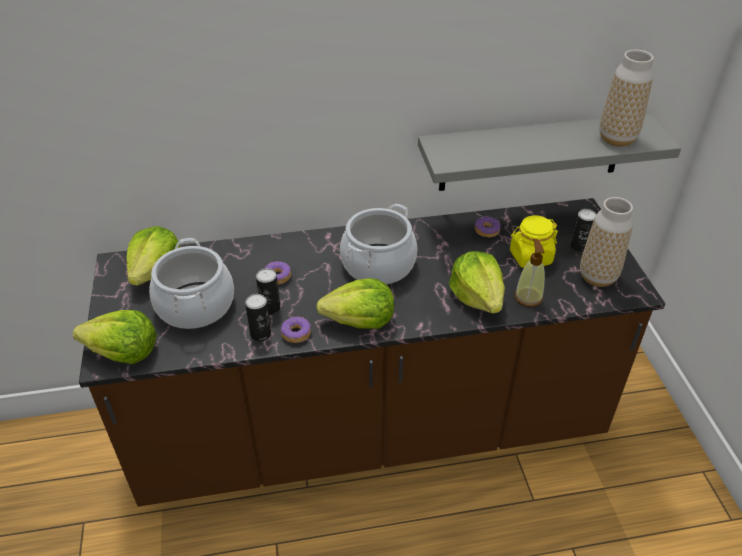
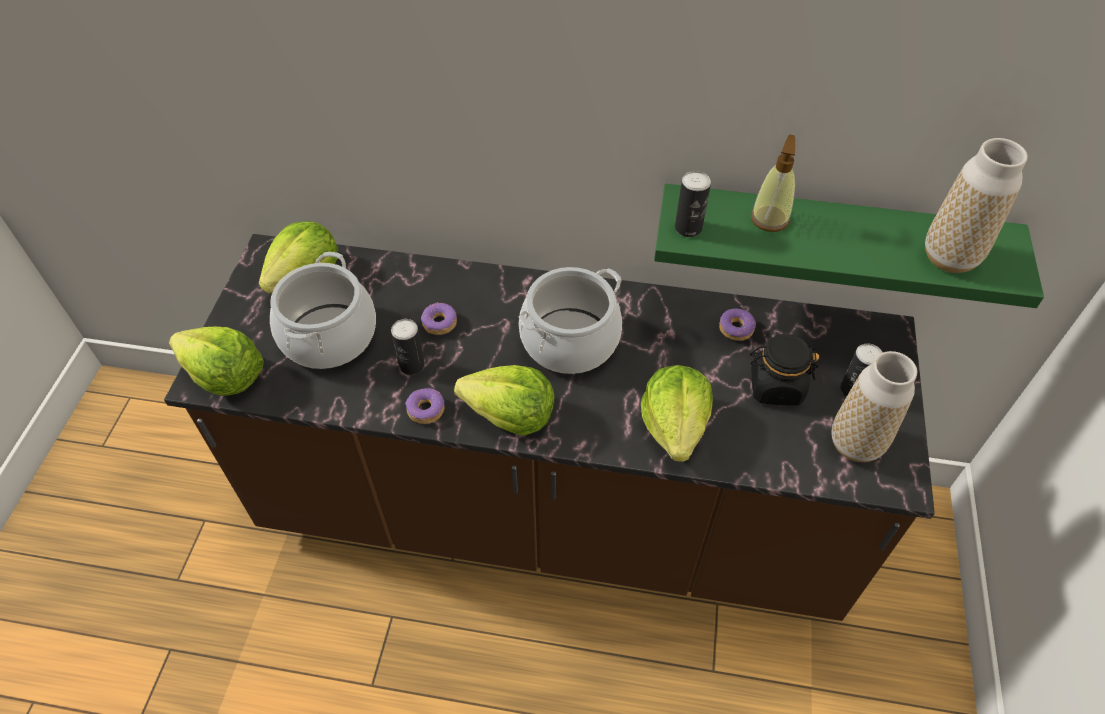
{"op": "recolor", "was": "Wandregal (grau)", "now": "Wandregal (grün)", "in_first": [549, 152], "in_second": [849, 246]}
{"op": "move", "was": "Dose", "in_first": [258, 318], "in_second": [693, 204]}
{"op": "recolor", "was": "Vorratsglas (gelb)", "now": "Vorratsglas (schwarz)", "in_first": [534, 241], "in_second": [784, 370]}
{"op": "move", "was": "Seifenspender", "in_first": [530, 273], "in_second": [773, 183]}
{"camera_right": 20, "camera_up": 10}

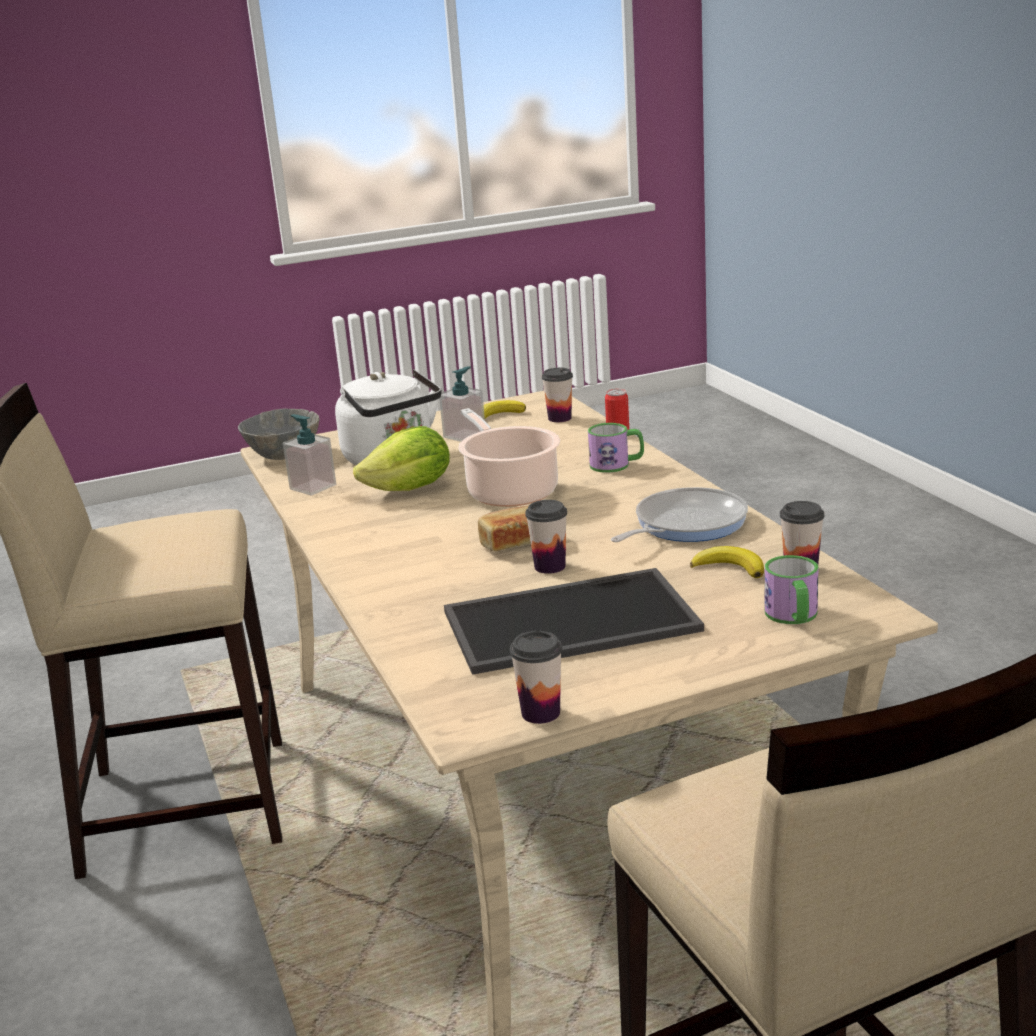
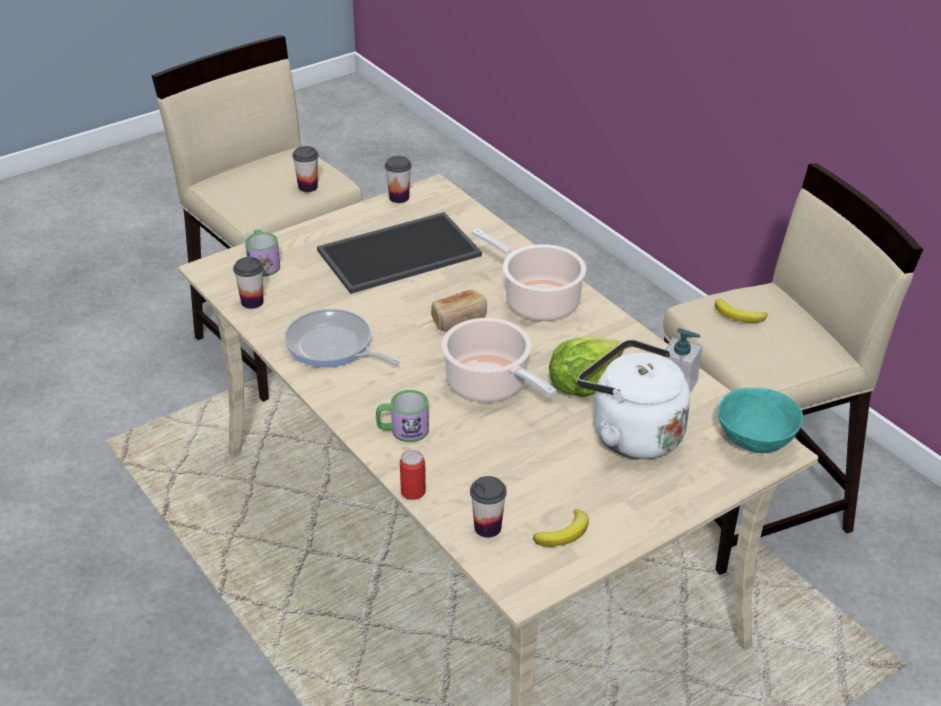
{"op": "rotate", "was": "Pfanne", "in_first": [679, 514], "in_second": [342, 338], "clockwise": 90}
{"op": "move", "was": "Tasse", "in_first": [546, 537], "in_second": [305, 169]}
{"op": "insert", "now": "Kochtopf", "in_second": [529, 274]}
{"op": "move", "was": "Banane", "in_first": [727, 562], "in_second": [741, 311]}
{"op": "recolor", "was": "Schüssel (grau)", "now": "Schüssel (türkis)", "in_first": [279, 434], "in_second": [760, 420]}
{"op": "delete", "was": "Seifenspender", "in_first": [462, 404]}
{"camera_right": 165, "camera_up": 15}

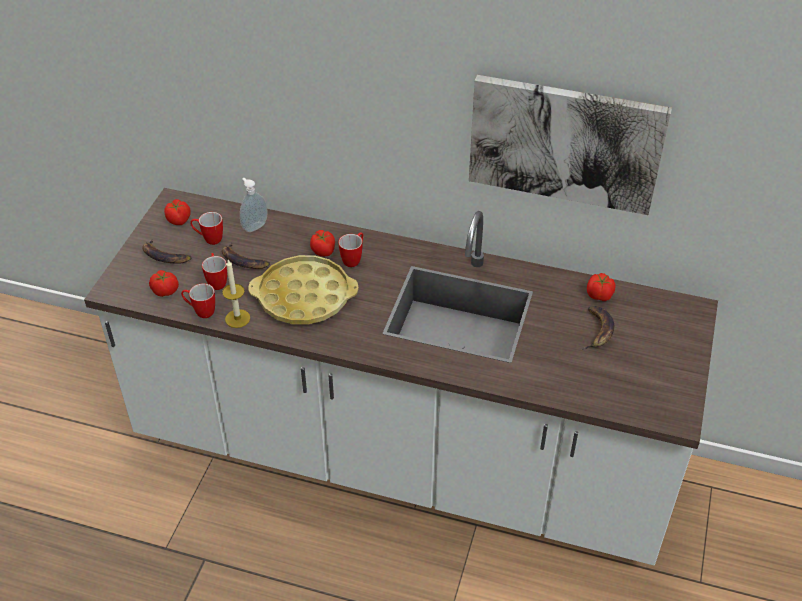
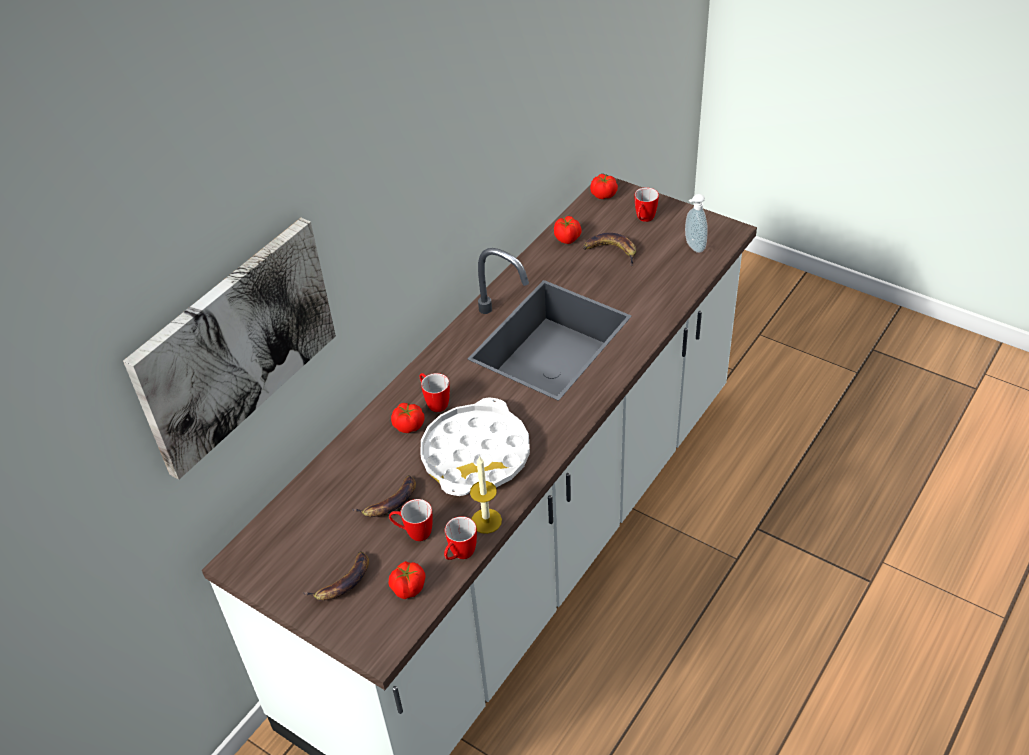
{"op": "move", "was": "Bild", "in_first": [570, 145], "in_second": [229, 349]}
{"op": "recolor", "was": "Tablett (gelb)", "now": "Tablett (weiß)", "in_first": [303, 290], "in_second": [475, 446]}
{"op": "move", "was": "Tomate", "in_first": [177, 212], "in_second": [604, 186]}
{"op": "move", "was": "Henkelbecher", "in_first": [206, 228], "in_second": [647, 204]}
{"op": "move", "was": "Seifenspender", "in_first": [254, 205], "in_second": [696, 223]}
{"camera_right": -70, "camera_up": 0}

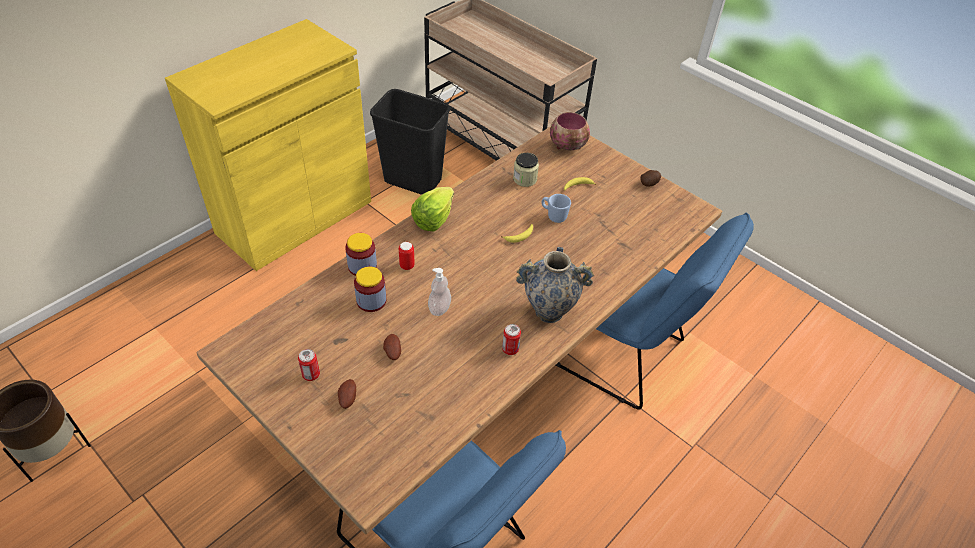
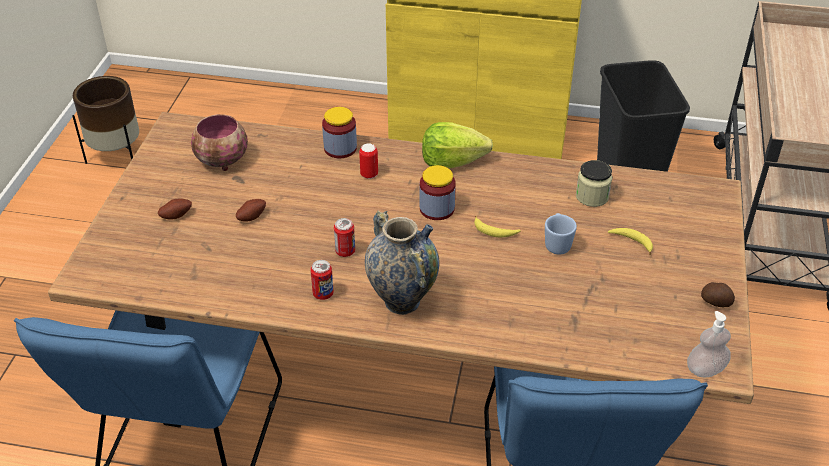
{"op": "move", "was": "Schüssel", "in_first": [570, 131], "in_second": [219, 142]}
{"op": "move", "was": "Dose", "in_first": [309, 365], "in_second": [344, 237]}
{"op": "move", "was": "Vorratsglas", "in_first": [370, 289], "in_second": [438, 192]}
{"op": "move", "was": "Seifenspender", "in_first": [439, 292], "in_second": [709, 344]}
{"camera_right": 60, "camera_up": -5}

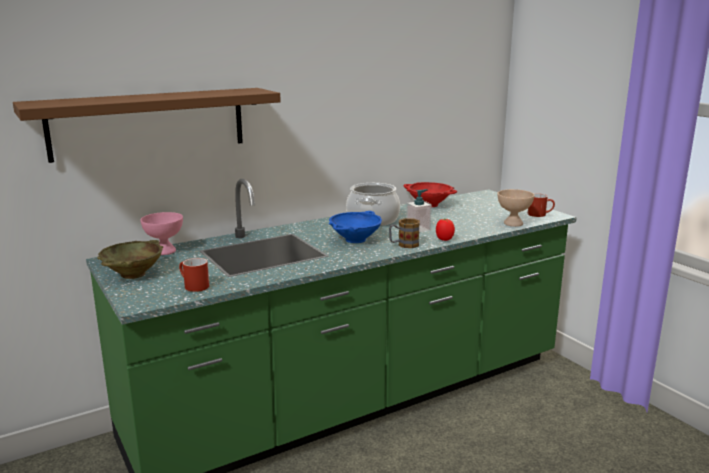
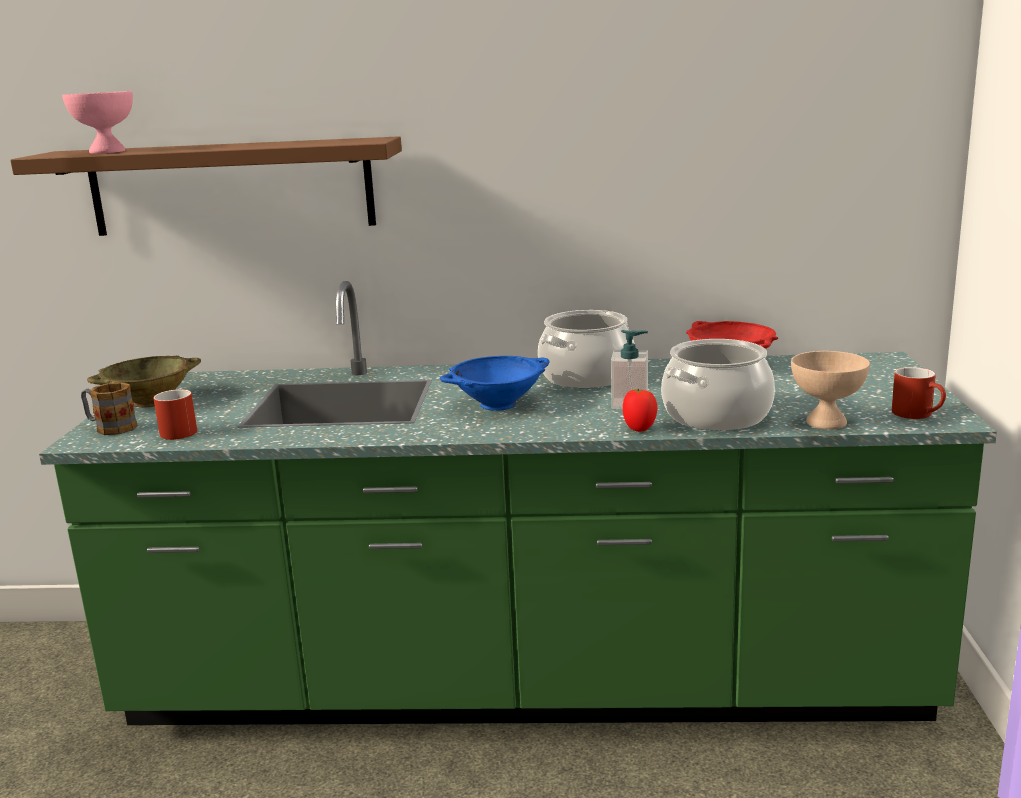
{"op": "move", "was": "Schüssel (rosa)", "in_first": [161, 233], "in_second": [97, 122]}
{"op": "move", "was": "Henkelbecher", "in_first": [404, 233], "in_second": [109, 408]}
{"op": "insert", "now": "Kochtopf", "in_second": [718, 385]}
{"camera_right": 35, "camera_up": 0}

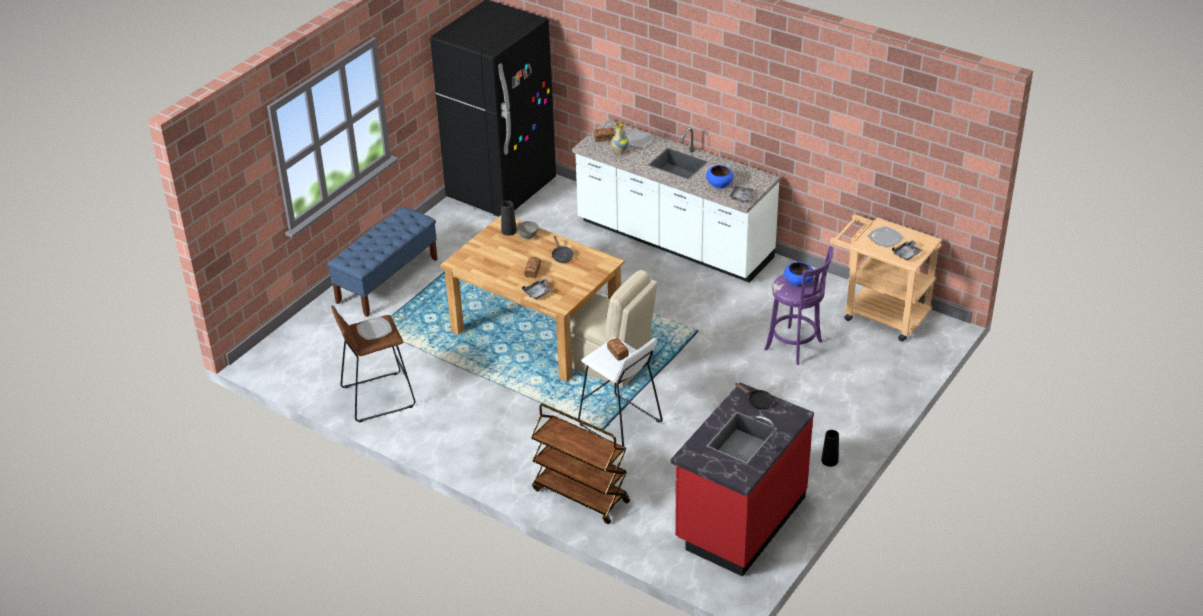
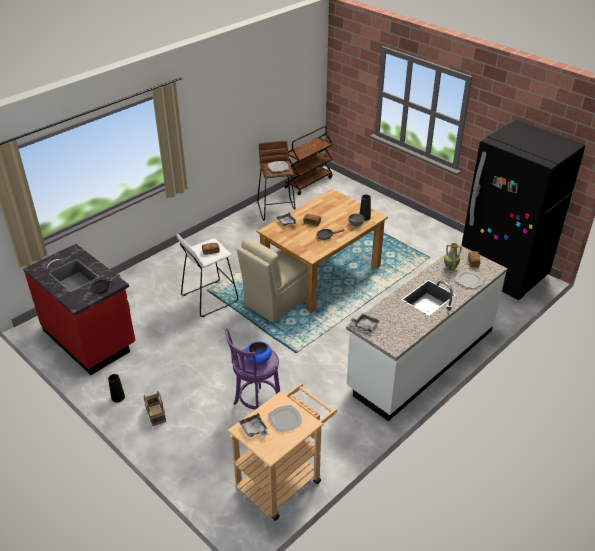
{"op": "insert", "now": "Korb", "in_second": [155, 408]}
{"op": "move", "was": "Rollwagen (braun)", "in_first": [580, 464], "in_second": [308, 160]}
{"op": "delete", "was": "Bank (blau)", "in_first": [382, 262]}
{"op": "delete", "was": "Schüssel (blau)", "in_first": [720, 177]}
{"camera_right": 100, "camera_up": 0}

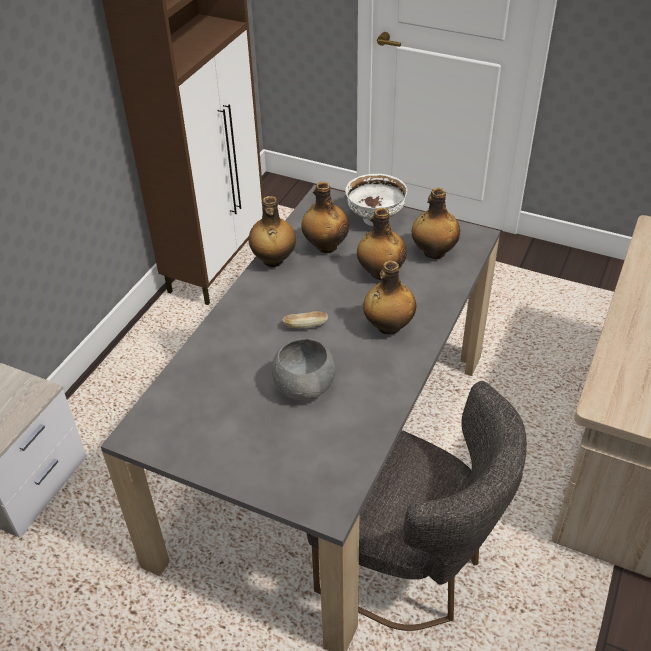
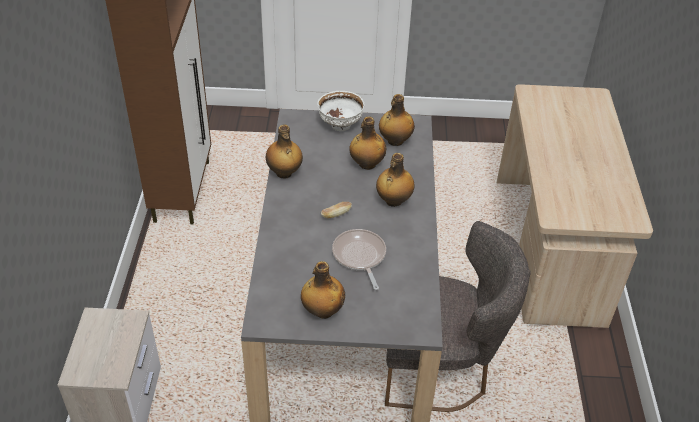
{"op": "move", "was": "Flasche", "in_first": [325, 217], "in_second": [323, 290]}
{"op": "replace", "was": "Schüssel (grau)", "now": "Pfanne", "in_first": [303, 369], "in_second": [359, 259]}
{"camera_right": -25, "camera_up": 0}

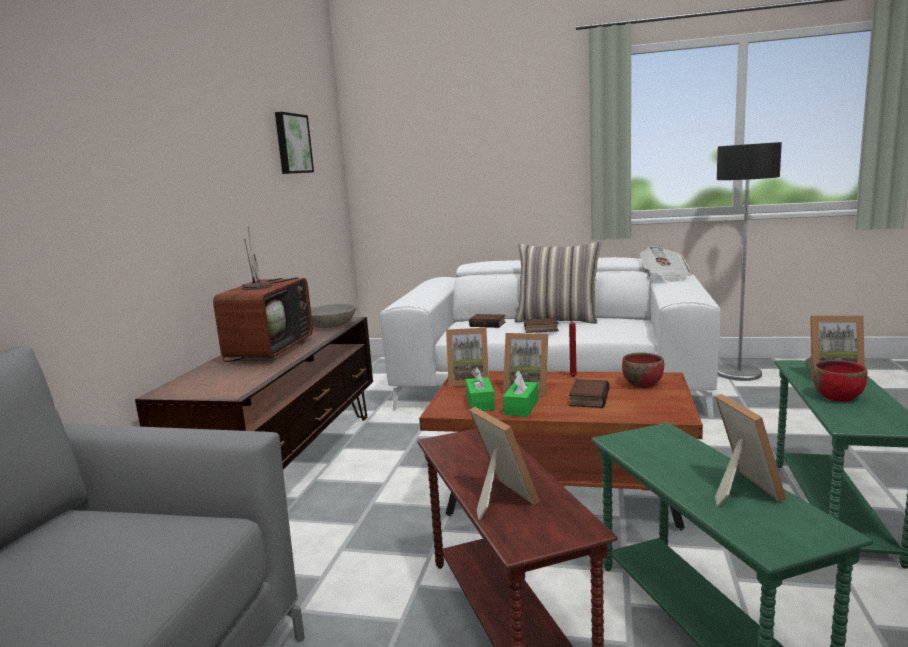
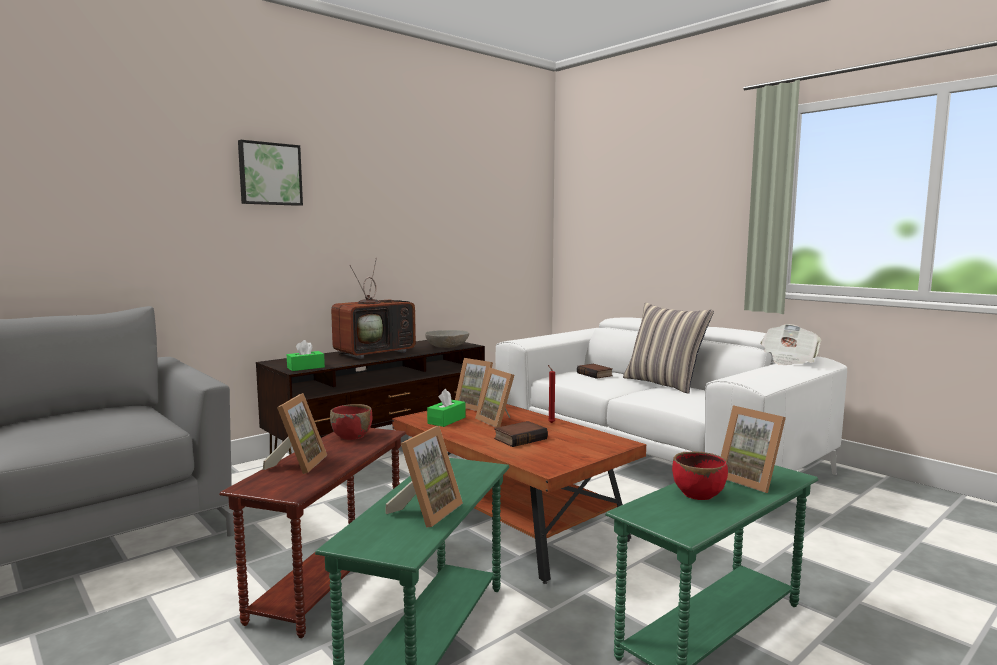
{"op": "move", "was": "Bild", "in_first": [294, 143], "in_second": [270, 173]}
{"op": "move", "was": "Taschentuchbox (grün)", "in_first": [520, 394], "in_second": [306, 355]}
{"op": "move", "was": "Schüssel (rot)", "in_first": [643, 370], "in_second": [351, 422]}
{"op": "delete", "was": "Buch", "in_first": [541, 325]}
{"op": "delete", "was": "Stehlampe", "in_first": [749, 261]}
{"camera_right": 35, "camera_up": -5}

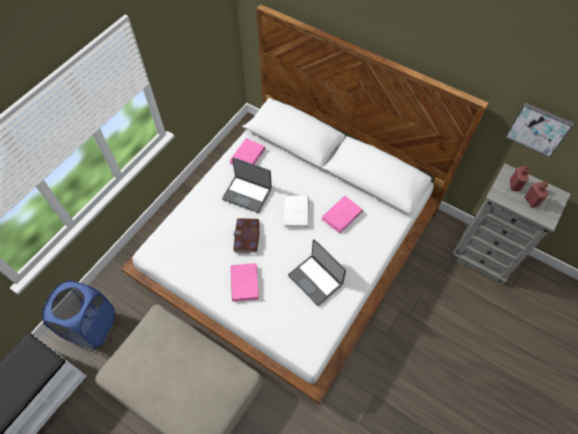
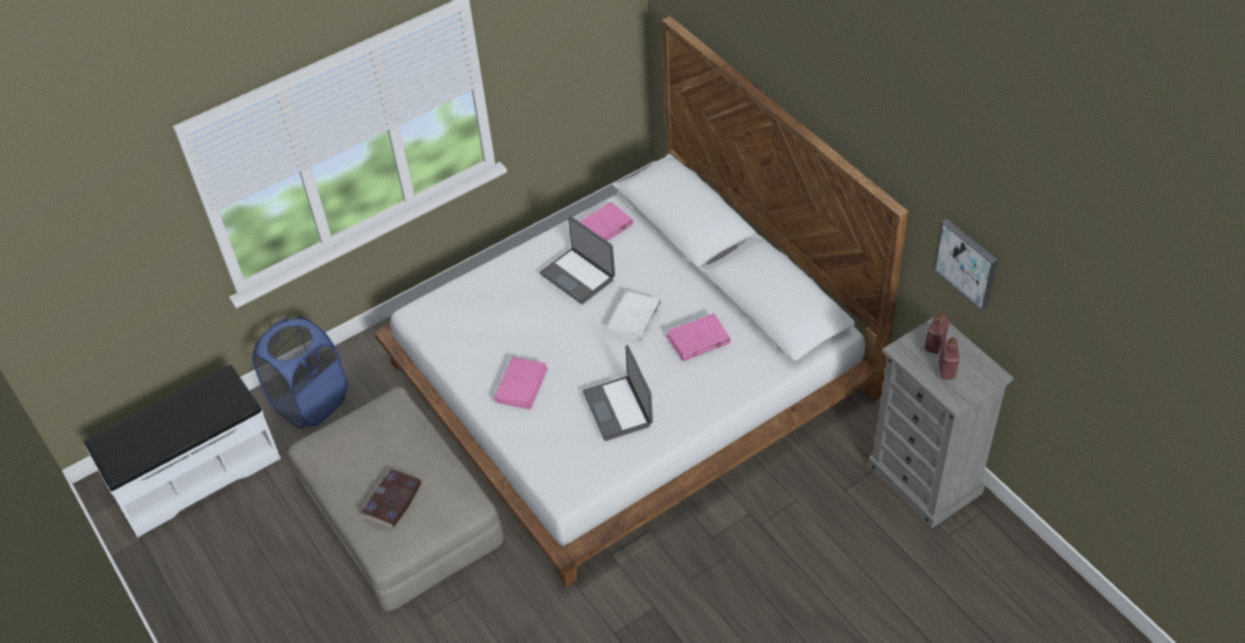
{"op": "move", "was": "Buch", "in_first": [246, 235], "in_second": [391, 498]}
{"camera_right": 25, "camera_up": -10}

